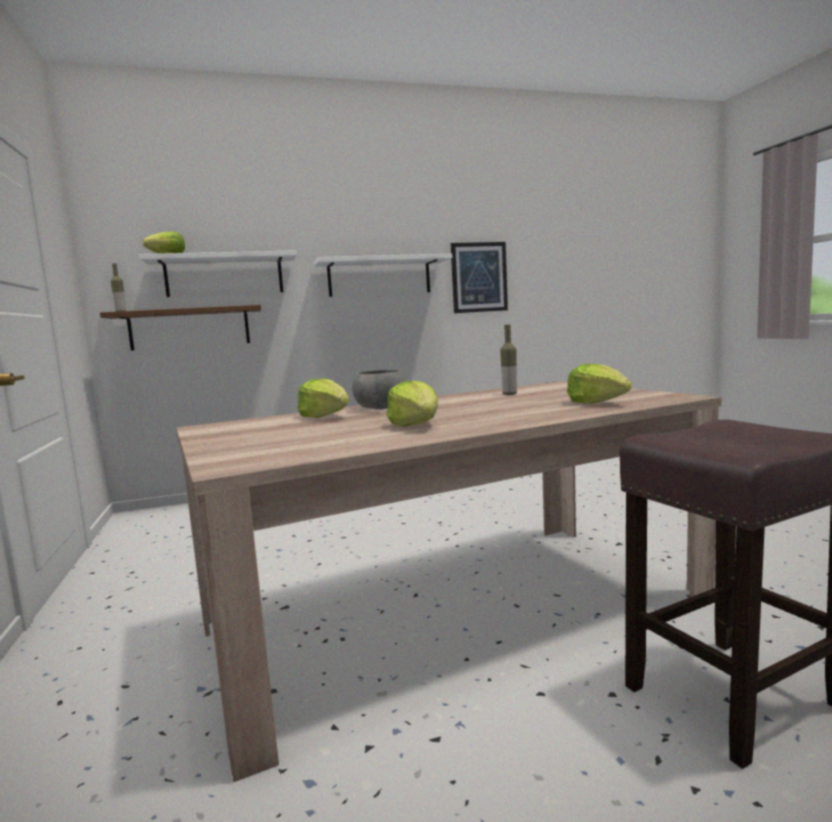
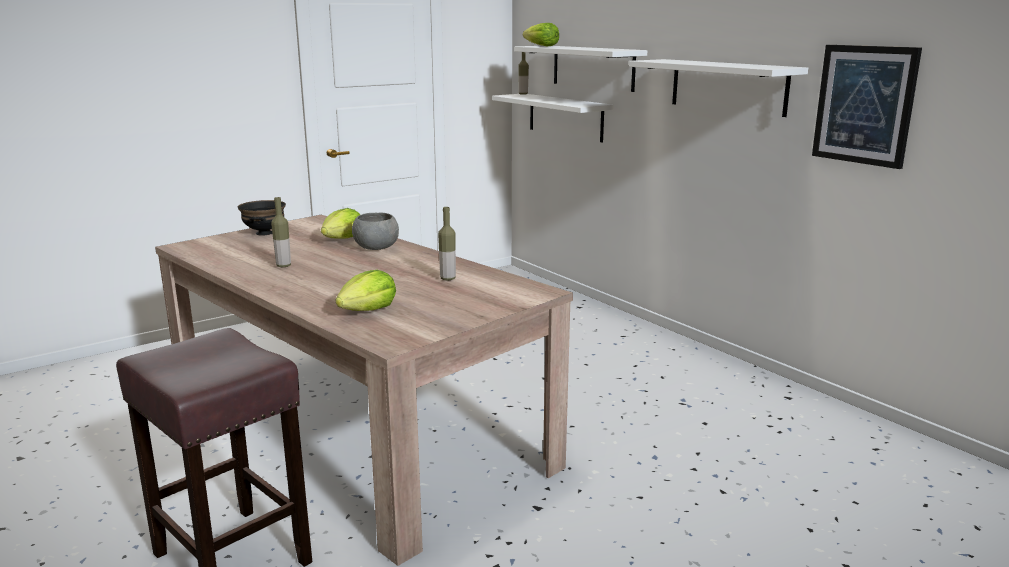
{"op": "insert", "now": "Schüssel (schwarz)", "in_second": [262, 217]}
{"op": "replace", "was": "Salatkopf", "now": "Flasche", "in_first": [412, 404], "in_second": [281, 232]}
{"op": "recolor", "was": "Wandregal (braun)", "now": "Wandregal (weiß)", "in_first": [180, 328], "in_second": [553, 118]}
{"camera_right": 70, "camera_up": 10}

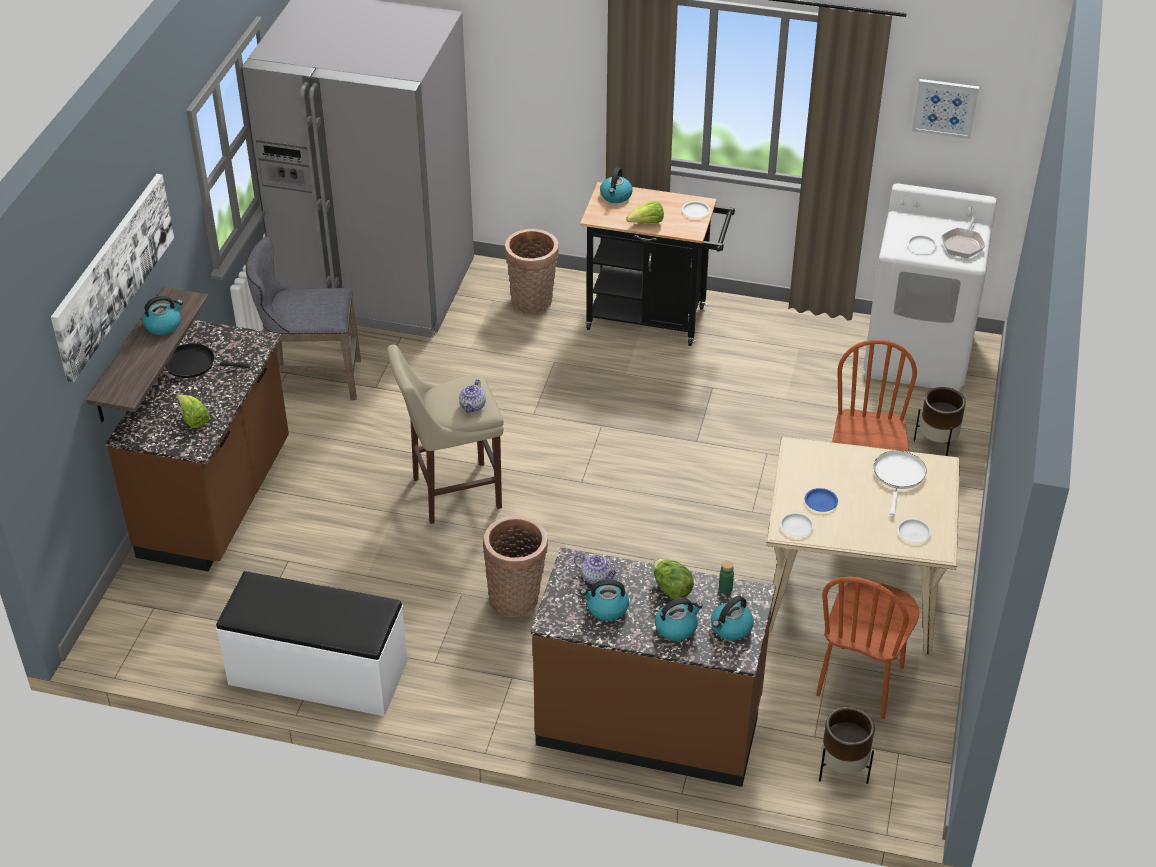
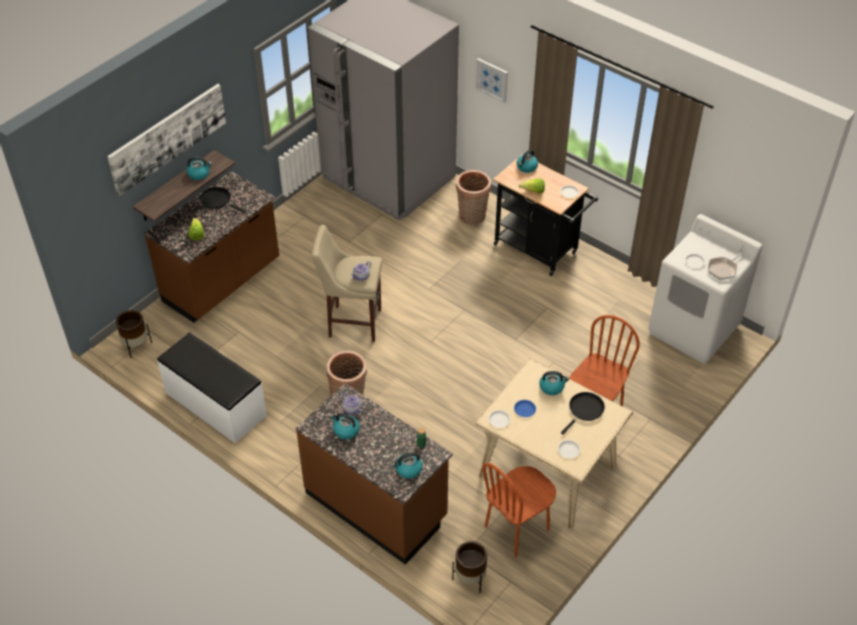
{"op": "move", "was": "Pflanzkübel (braun)", "in_first": [940, 421], "in_second": [134, 334]}
{"op": "move", "was": "Bild", "in_first": [945, 109], "in_second": [492, 80]}
{"op": "move", "was": "Wasserkessel", "in_first": [678, 619], "in_second": [554, 383]}
{"op": "recolor", "was": "Pfanne (weiß)", "now": "Pfanne (schwarz)", "in_first": [900, 483], "in_second": [583, 413]}
{"op": "delete", "was": "Hocker (grau)", "in_first": [303, 318]}
{"op": "delete", "was": "Salatkopf", "in_first": [673, 579]}
{"camera_right": 25, "camera_up": 5}

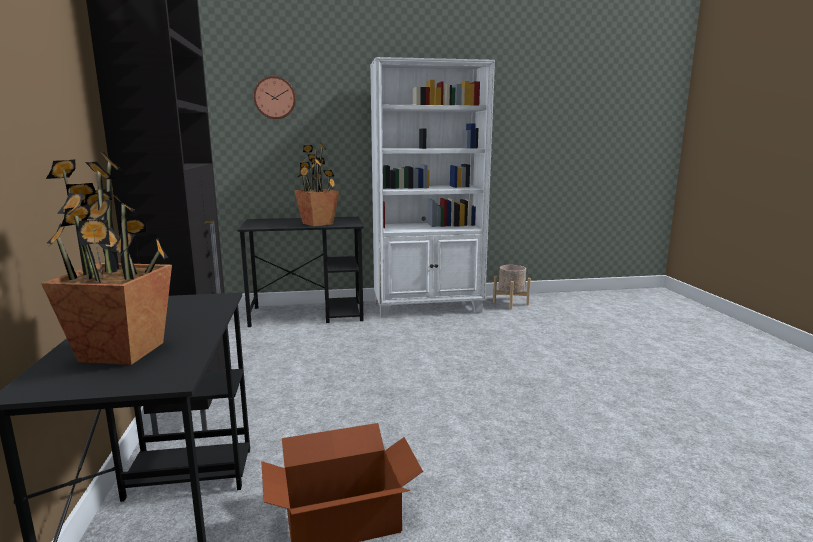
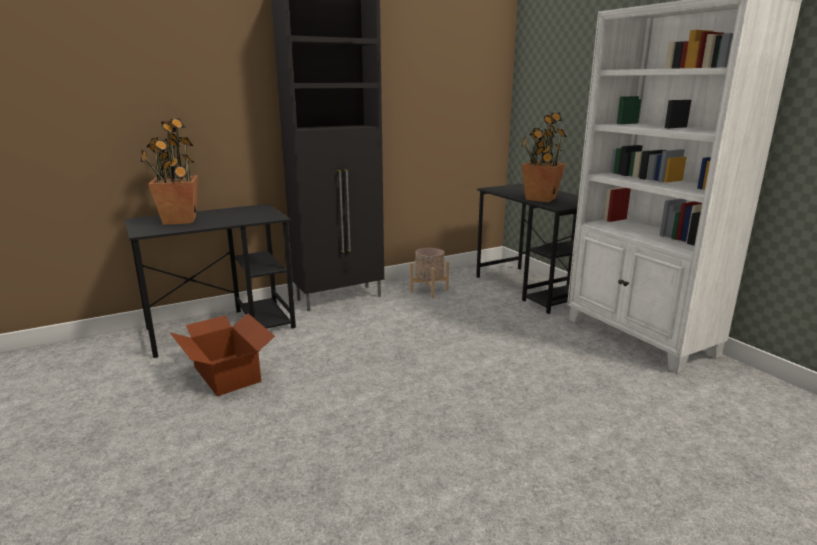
{"op": "move", "was": "Pflanzkübel (beige)", "in_first": [512, 287], "in_second": [429, 273]}
{"op": "delete", "was": "Wanduhr", "in_first": [275, 97]}
{"camera_right": 70, "camera_up": 5}

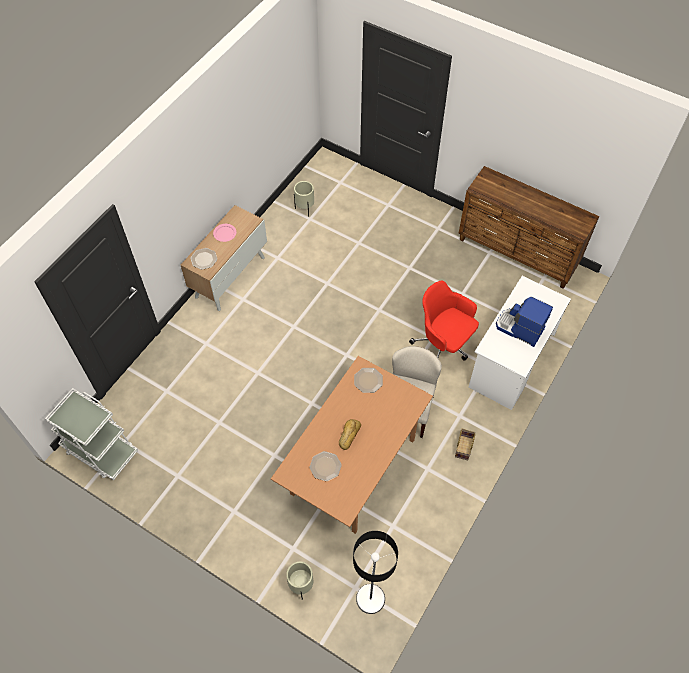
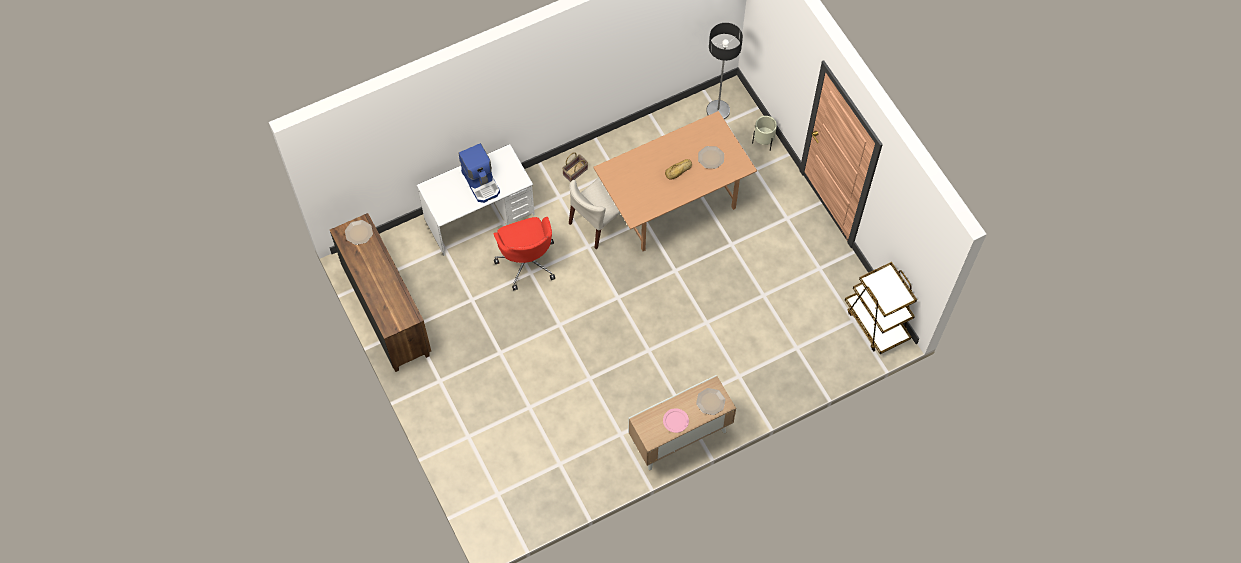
{"op": "move", "was": "Teller", "in_first": [368, 380], "in_second": [359, 232]}
{"op": "recolor", "was": "Rollwagen (weiß)", "now": "Rollwagen (braun)", "in_first": [91, 434], "in_second": [881, 308]}
{"op": "delete", "was": "Pflanzkübel (beige)", "in_first": [304, 199]}
{"camera_right": -150, "camera_up": 5}

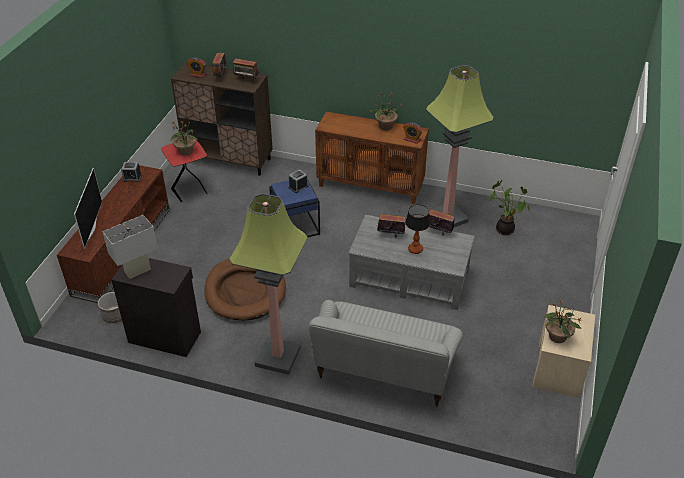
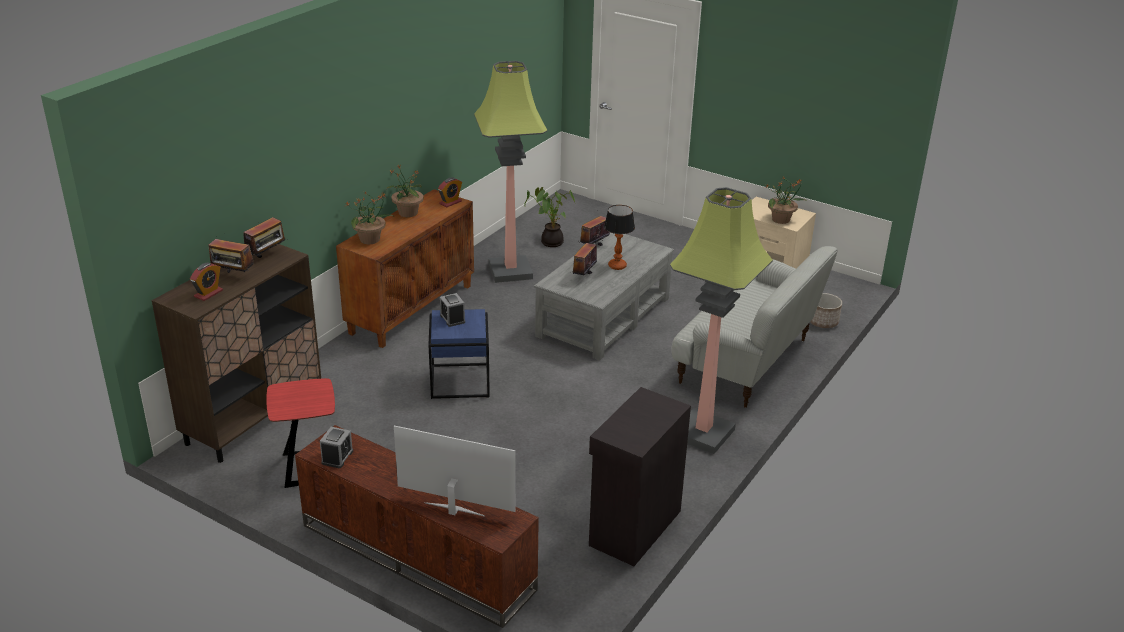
{"op": "move", "was": "Topfpflanze", "in_first": [183, 138], "in_second": [368, 218]}
{"op": "move", "was": "Pflanzkübel", "in_first": [110, 307], "in_second": [826, 310]}
{"op": "delete", "was": "Tischlampe (weiß)", "in_first": [130, 247]}
{"op": "delete", "was": "Hundebett (braun)", "in_first": [245, 289]}
{"camera_right": -75, "camera_up": -10}

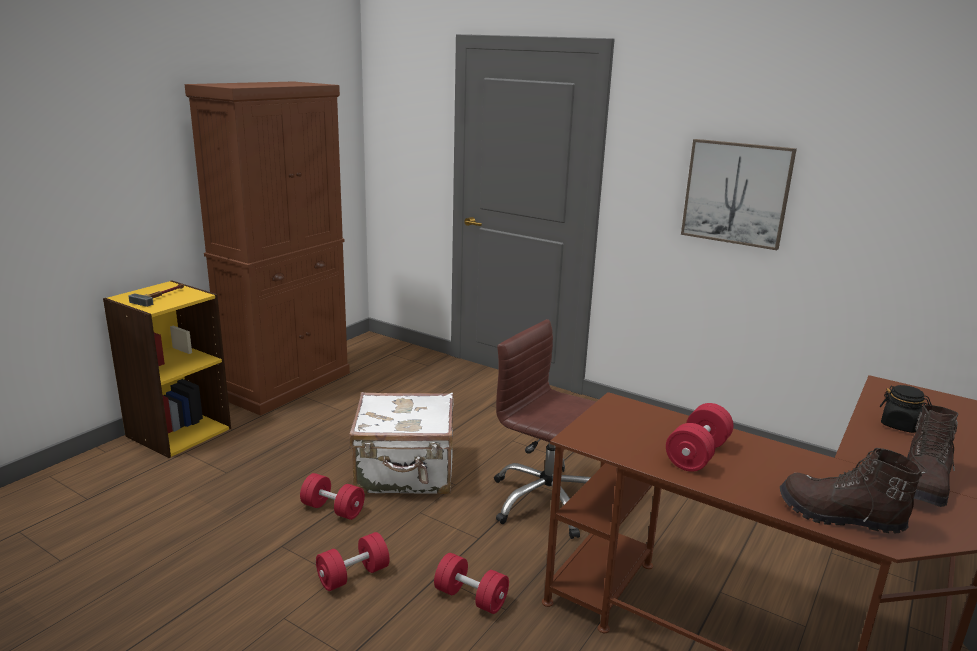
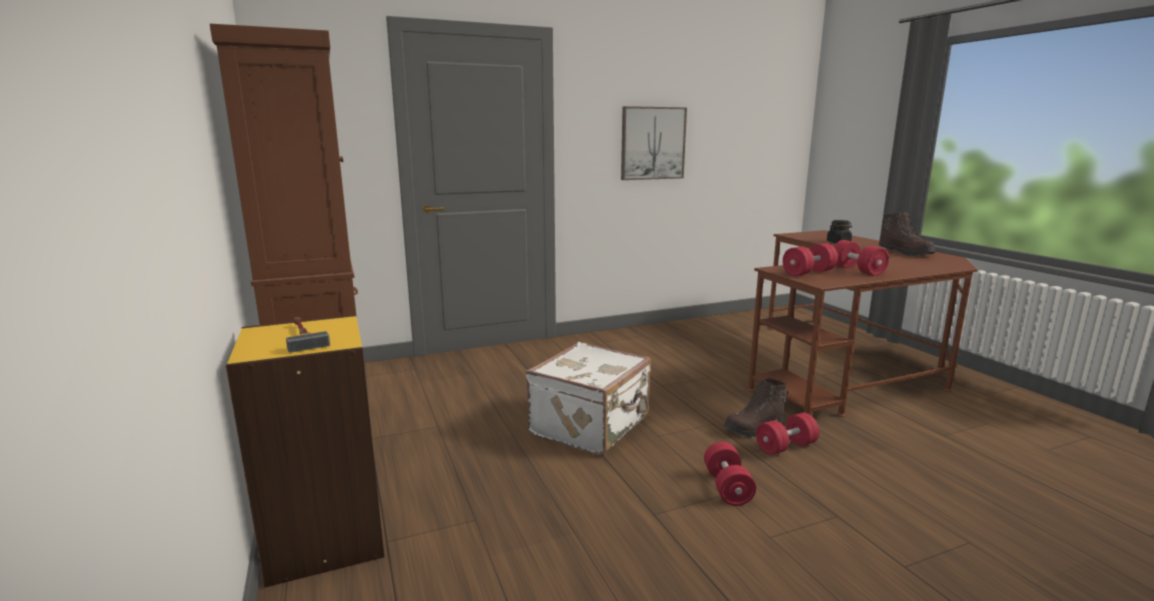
{"op": "move", "was": "Stiefel (braun)", "in_first": [851, 490], "in_second": [756, 408]}
{"op": "move", "was": "Hantel (rot)", "in_first": [332, 496], "in_second": [810, 259]}
{"op": "delete", "was": "Bürostuhl (braun)", "in_first": [545, 429]}
{"camera_right": -55, "camera_up": -5}

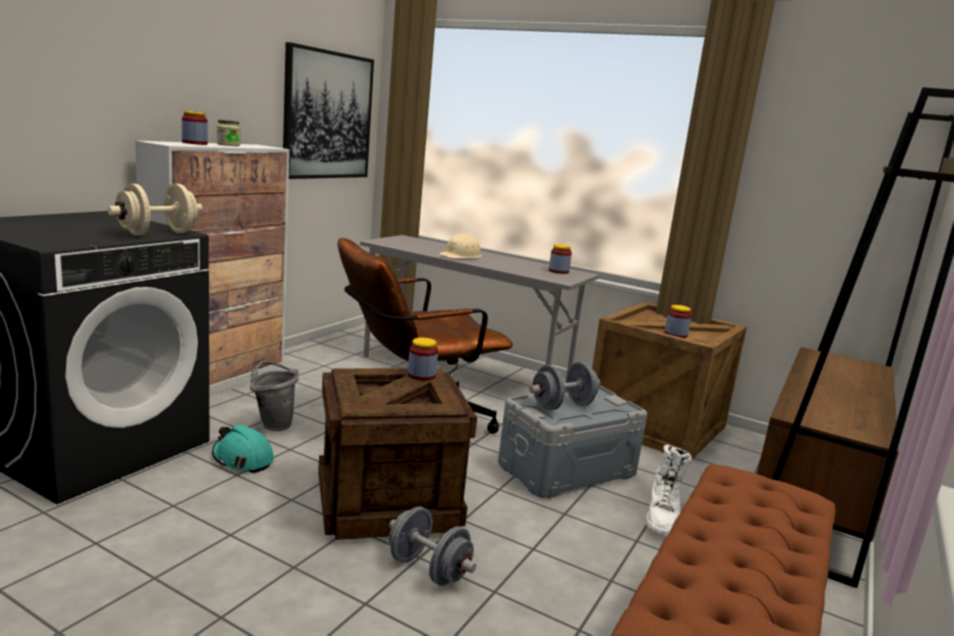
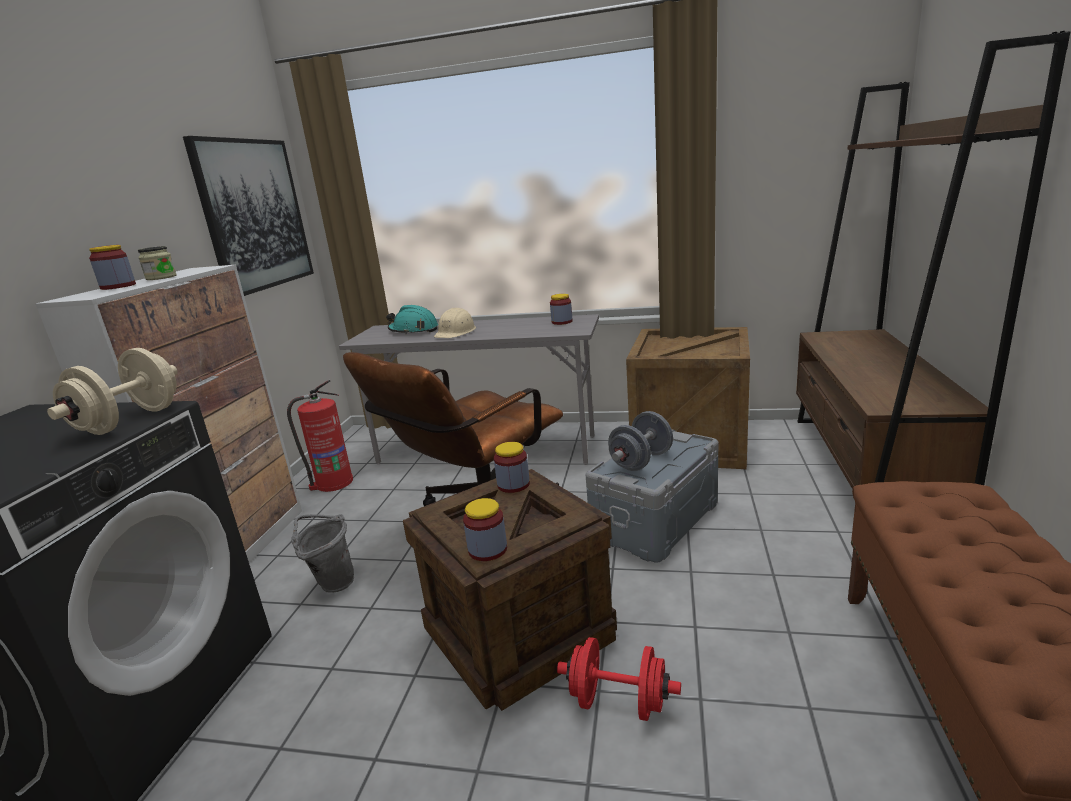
{"op": "insert", "now": "Feuerlöscher", "in_second": [320, 436]}
{"op": "move", "was": "Schutzhelm (türkis)", "in_first": [243, 449], "in_second": [412, 319]}
{"op": "move", "was": "Vorratsglas", "in_first": [678, 321], "in_second": [485, 529]}
{"op": "recolor", "was": "Hantel (grau)", "now": "Hantel (rot)", "in_first": [432, 546], "in_second": [619, 679]}
{"op": "delete", "was": "Stiefel (weiß)", "in_first": [669, 490]}
{"camera_right": -15, "camera_up": 5}

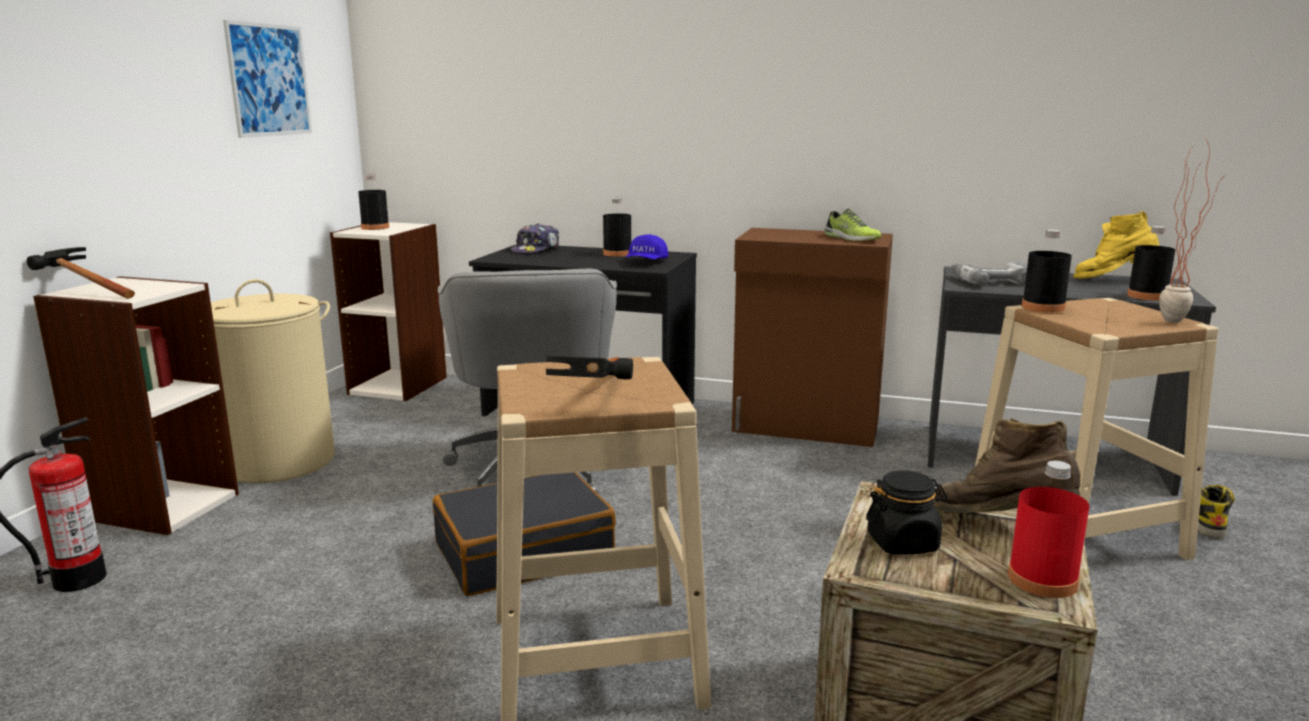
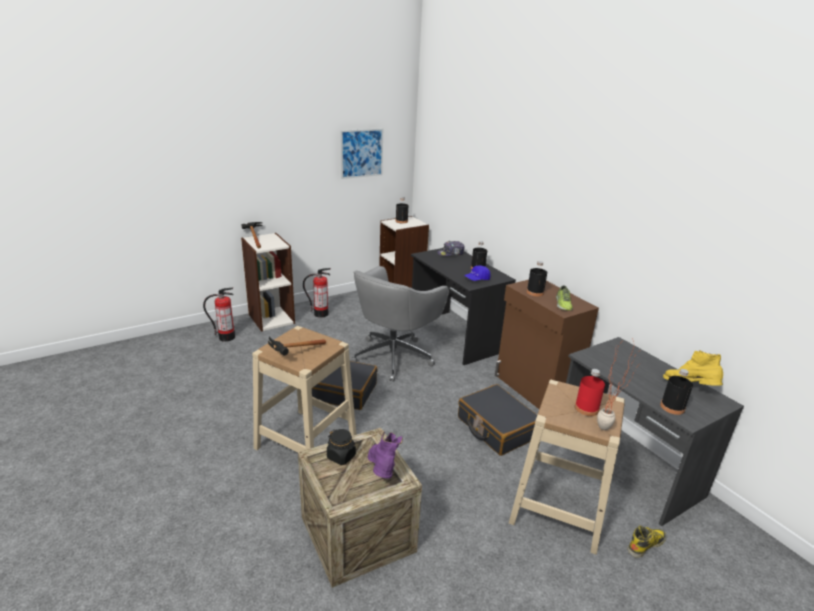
{"op": "replace", "was": "Wäschekorb (beige)", "now": "Feuerlöscher", "in_first": [273, 381], "in_second": [317, 293]}
{"op": "recolor", "was": "Stiefel (braun)", "now": "Stiefel (lila)", "in_first": [1006, 465], "in_second": [385, 455]}
{"op": "insert", "now": "Koffer (schwarz)", "in_second": [497, 420]}
{"op": "move", "was": "Flasche (schwarz)", "in_first": [1047, 271], "in_second": [537, 278]}
{"op": "move", "was": "Flasche (rot)", "in_first": [1048, 529], "in_second": [590, 392]}
{"op": "delete", "was": "Bohrmaschine", "in_first": [989, 273]}
{"camera_right": 40, "camera_up": 10}

